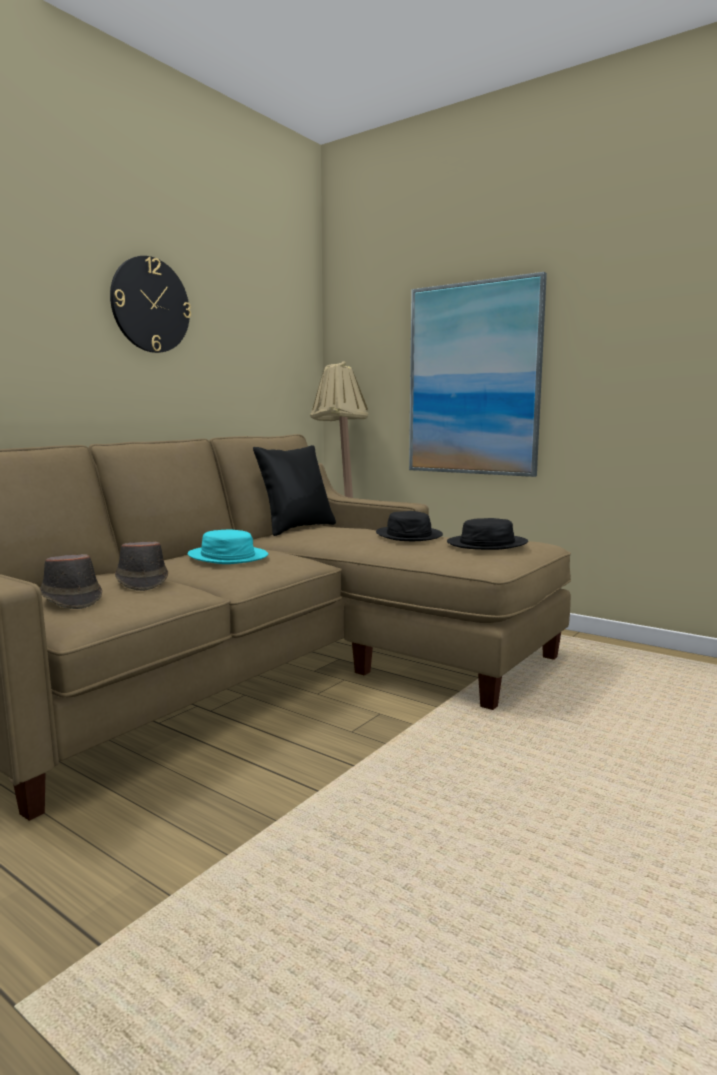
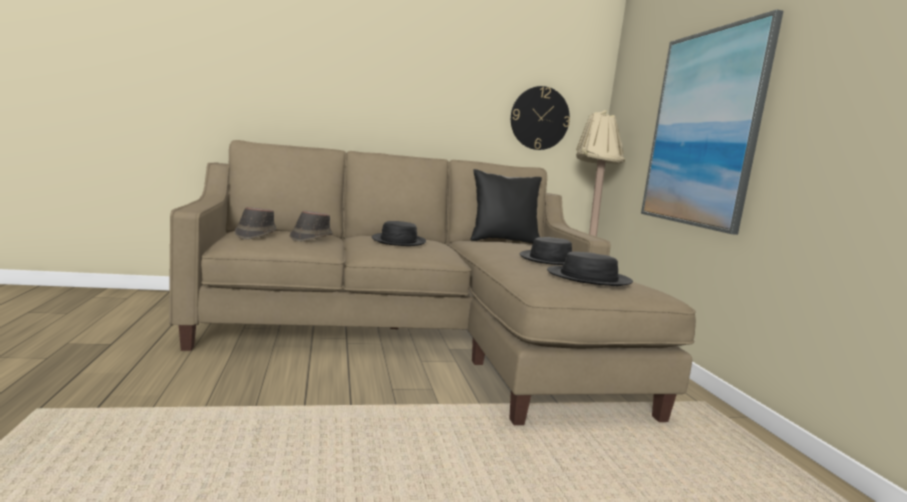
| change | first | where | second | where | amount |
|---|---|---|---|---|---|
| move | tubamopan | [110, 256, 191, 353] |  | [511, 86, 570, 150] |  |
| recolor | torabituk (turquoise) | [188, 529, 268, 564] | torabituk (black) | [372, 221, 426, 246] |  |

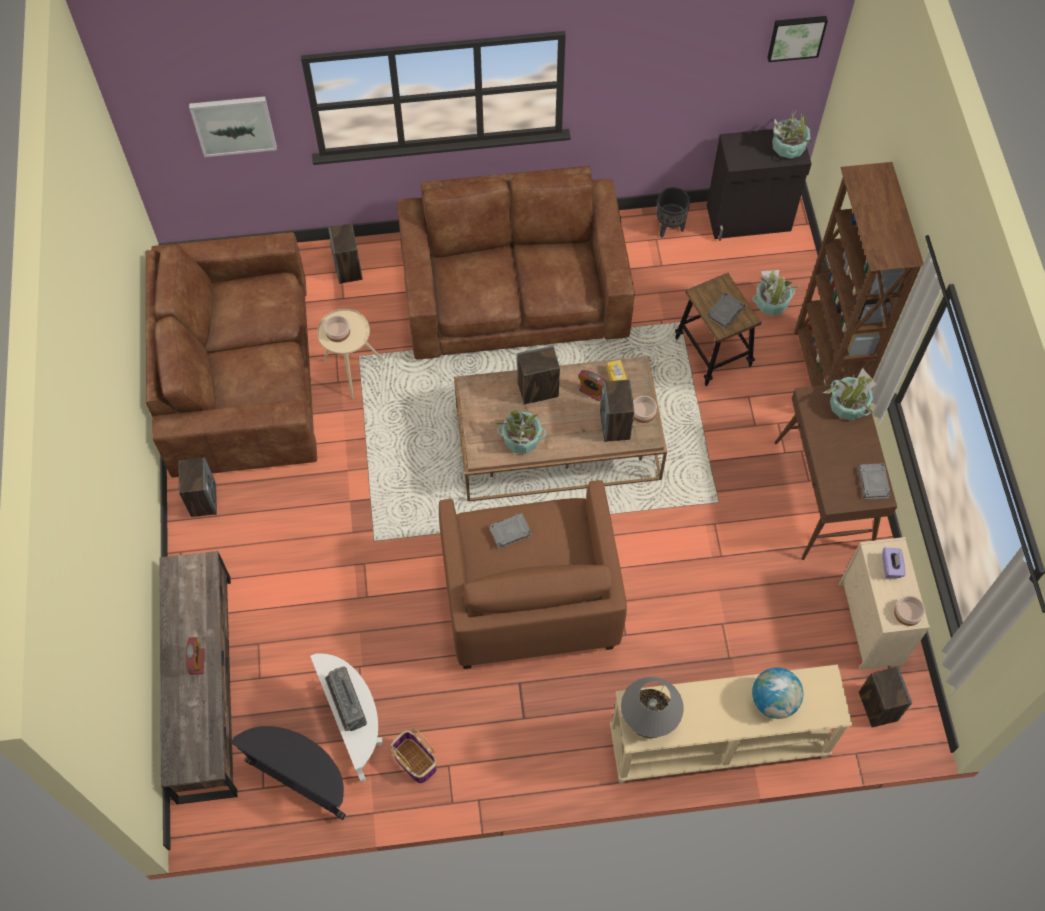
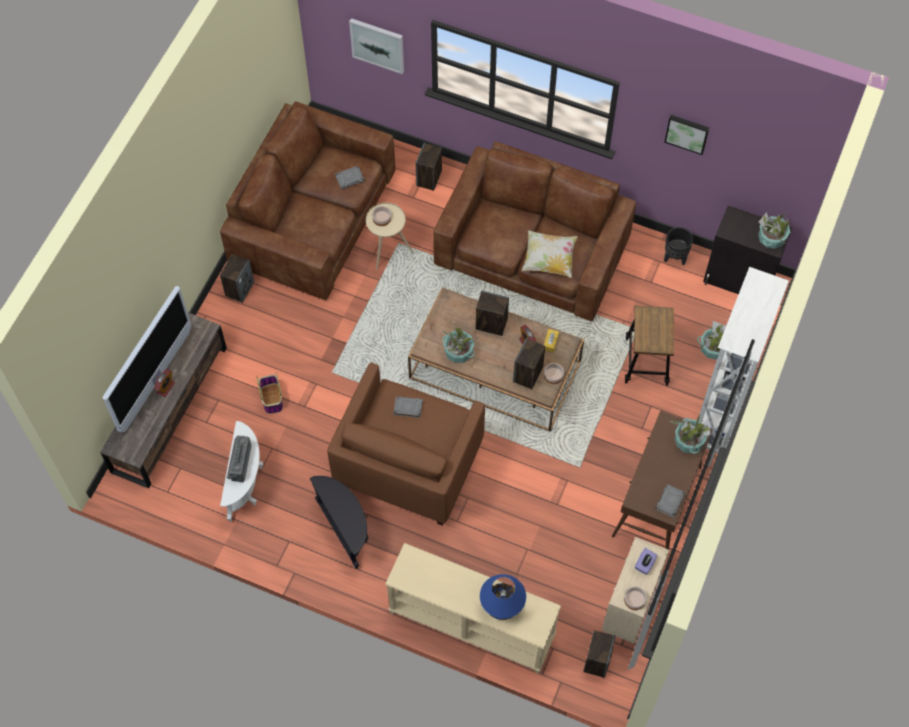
| change | first | where | second | where | amount |
|---|---|---|---|---|---|
| move | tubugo | [767, 16, 828, 62] |  | [664, 115, 709, 155] |  |
| recolor | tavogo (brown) | [794, 162, 924, 386] | tavogo (white) | [699, 267, 789, 453] |  |
| move | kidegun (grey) | [706, 292, 745, 329] |  | [335, 166, 365, 189] |  |
| replace | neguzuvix | [752, 668, 803, 719] | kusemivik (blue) | [480, 574, 526, 620] |  |
| delete | kusemivik (grey) | [621, 677, 684, 738] |  |  |  |
| move | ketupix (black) | [230, 726, 346, 820] |  | [309, 476, 368, 569] |  |
| move | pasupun | [391, 728, 437, 783] |  | [256, 372, 283, 414] |  |
| insert |  |  | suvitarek | [522, 230, 578, 278] |  |
| insert |  |  | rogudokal | [102, 286, 191, 433] |  |

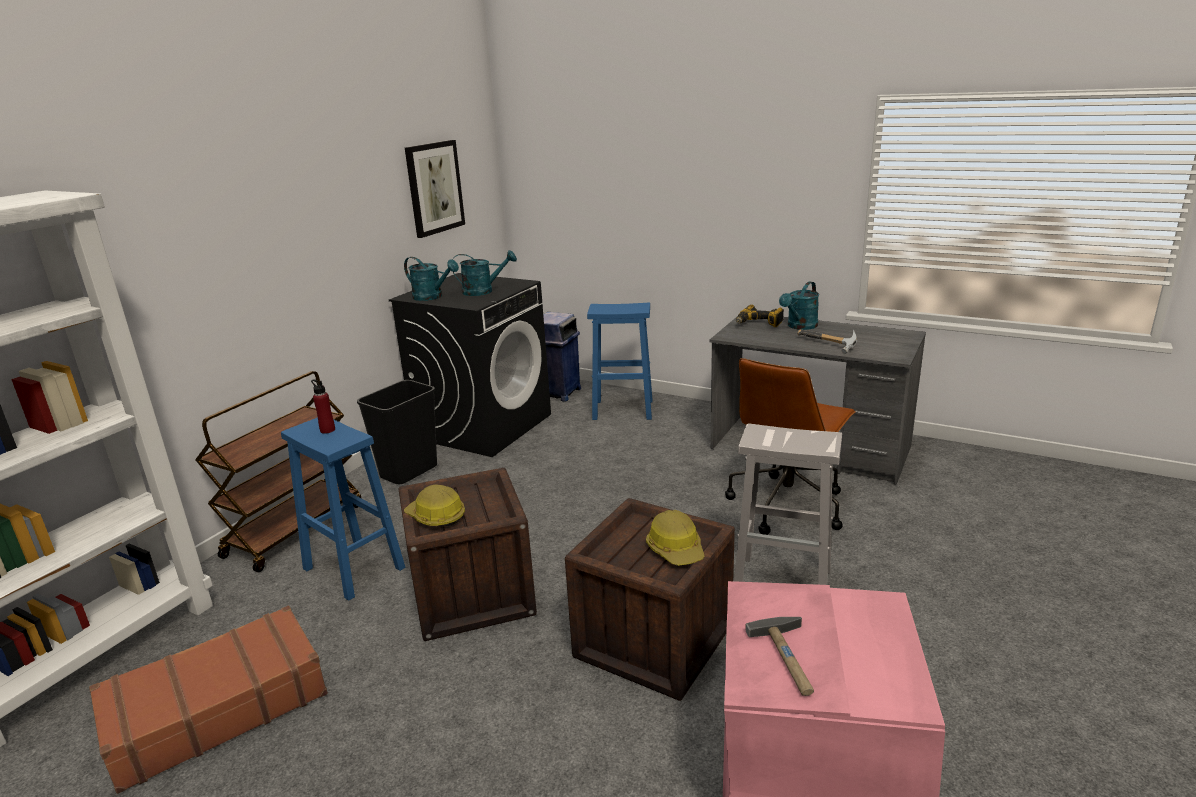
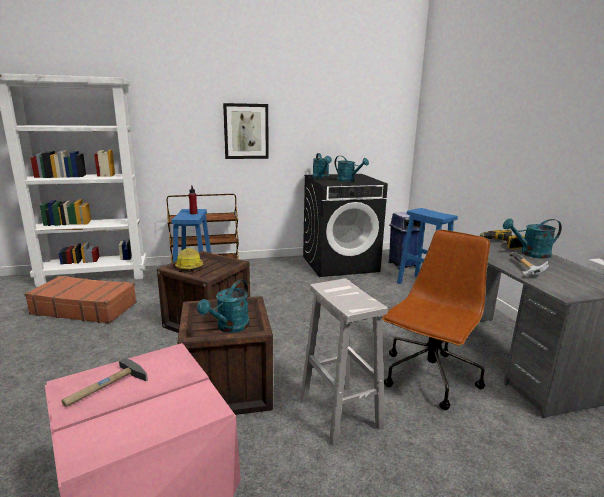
| change | first | where | second | where | amount |
|---|---|---|---|---|---|
| move | tubugo | [405, 140, 465, 238] |  | [223, 103, 269, 159] |  |
| rotate | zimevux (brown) | [725, 358, 856, 535] |  | [382, 230, 490, 410] | 135 degrees clockwise |
| delete | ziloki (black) | [357, 380, 437, 484] |  |  |  |
| replace | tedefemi | [646, 510, 705, 566] | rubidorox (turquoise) | [197, 280, 249, 333] |  |

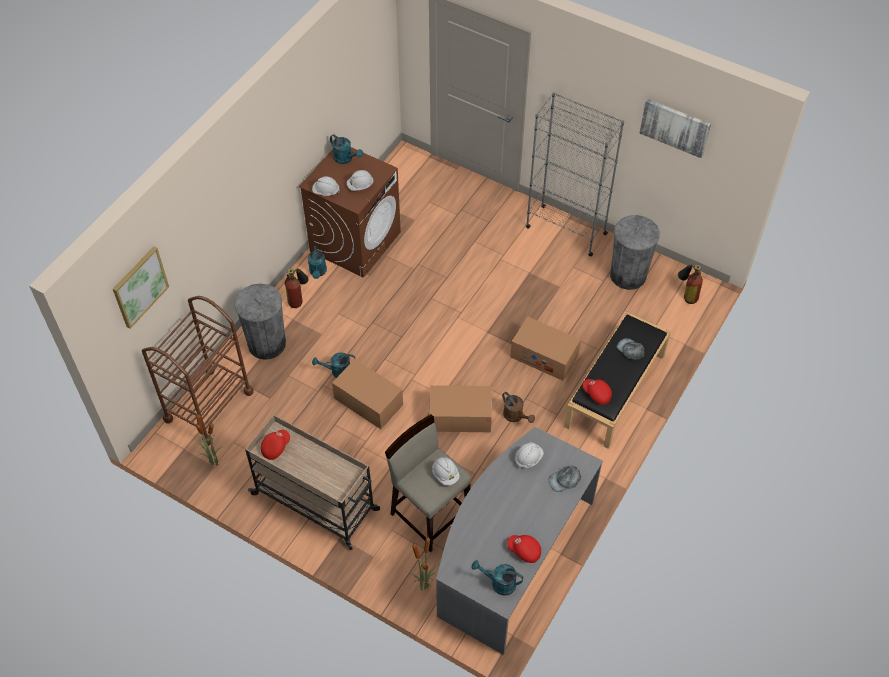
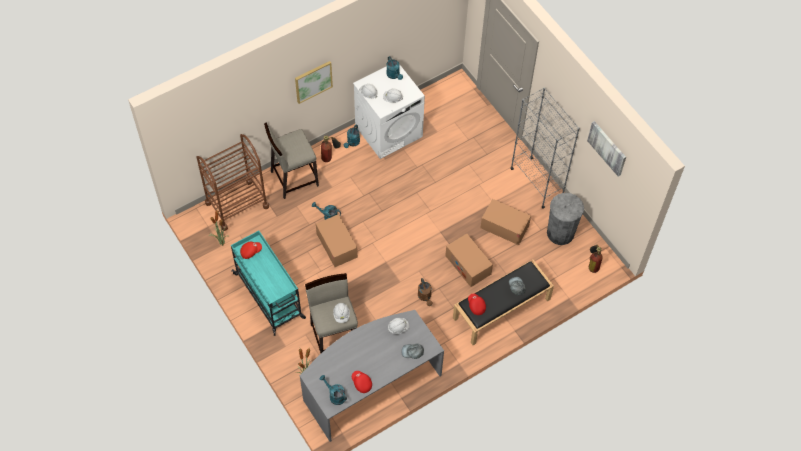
| change | first | where | second | where | amount |
|---|---|---|---|---|---|
| recolor | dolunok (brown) | [299, 147, 401, 278] | dolunok (white) | [353, 65, 425, 159] |  |
| move | tubugo | [113, 247, 169, 329] |  | [295, 61, 333, 104] |  |
| replace | ziloki (grey) | [234, 283, 286, 360] | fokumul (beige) | [264, 122, 319, 199] |  |
| move | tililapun | [429, 385, 492, 432] |  | [480, 199, 531, 245] |  |
| recolor | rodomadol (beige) | [245, 414, 380, 550] | rodomadol (turquoise) | [231, 231, 306, 336] |  |

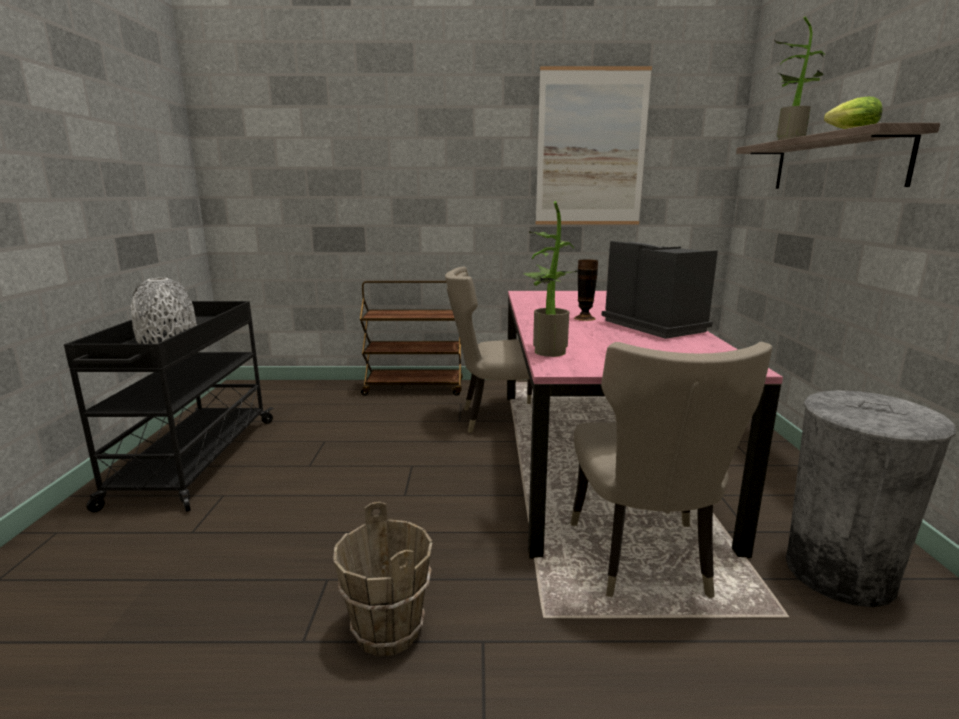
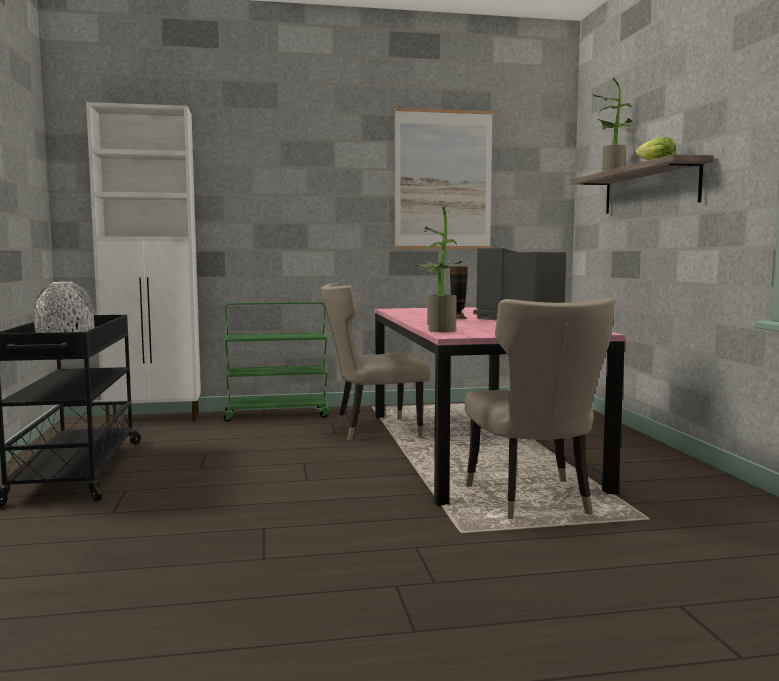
| change | first | where | second | where | amount |
|---|---|---|---|---|---|
| recolor | rodomadol (brown) | [360, 281, 463, 396] | rodomadol (green) | [224, 302, 329, 422] |  |
| delete | ziloki (grey) | [786, 390, 956, 607] |  |  |  |
| delete | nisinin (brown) | [333, 501, 433, 656] |  |  |  |
| insert |  |  | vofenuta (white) | [86, 102, 201, 424] |  |

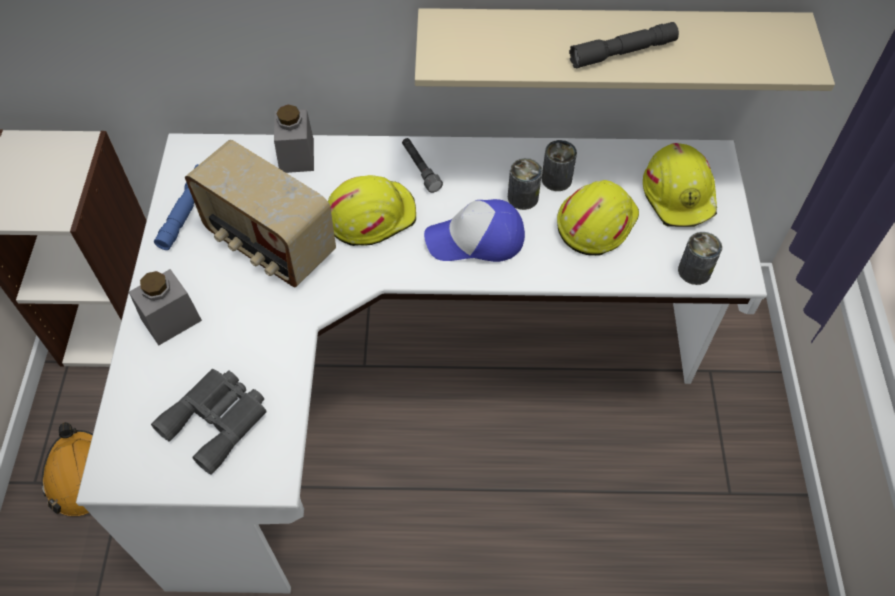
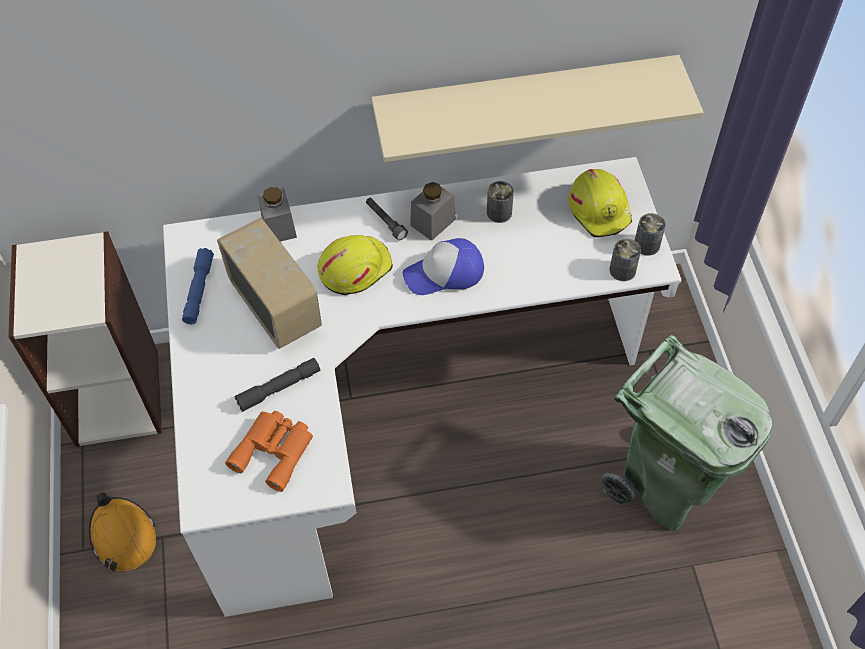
| change | first | where | second | where | amount |
|---|---|---|---|---|---|
| move | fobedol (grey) | [569, 22, 679, 69] |  | [234, 358, 320, 412] |  |
| rotate | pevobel | [185, 140, 336, 287] |  | [217, 218, 322, 349] | 150 degrees counterclockwise |
| move | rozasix | [508, 158, 542, 210] |  | [635, 213, 666, 256] |  |
| delete | tedefemi (yellow) | [557, 180, 639, 256] |  |  |  |
| move | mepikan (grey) | [129, 269, 202, 346] |  | [410, 182, 456, 241] |  |
| recolor | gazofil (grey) | [151, 369, 267, 475] | gazofil (orange) | [225, 411, 313, 492] |  |
| insert |  |  | ziloki (green) | [601, 335, 772, 531] |  |

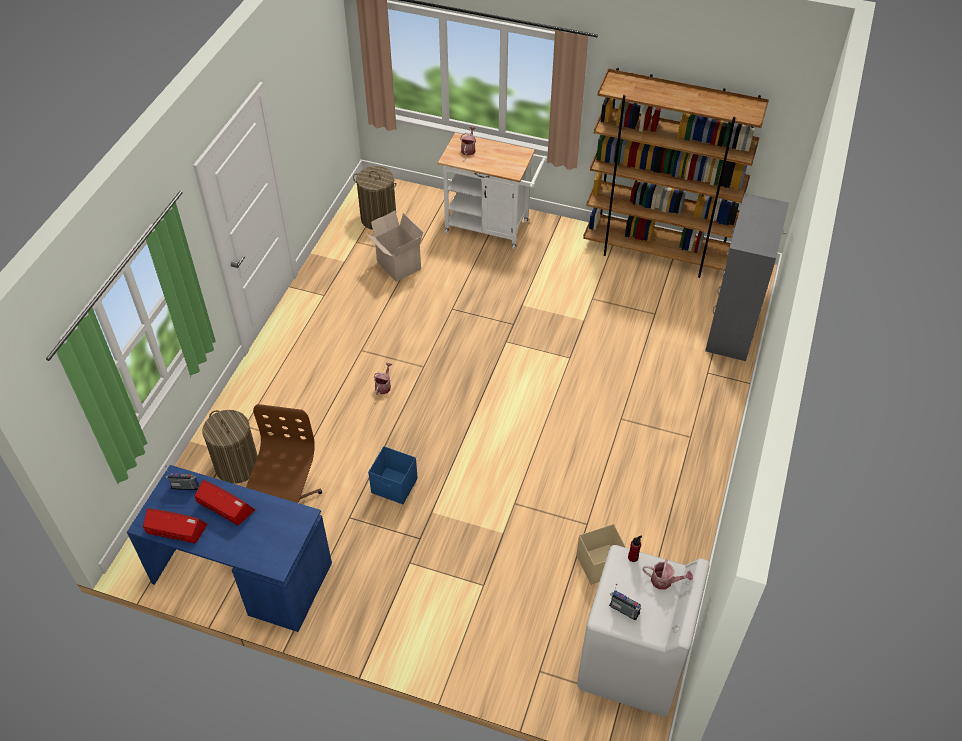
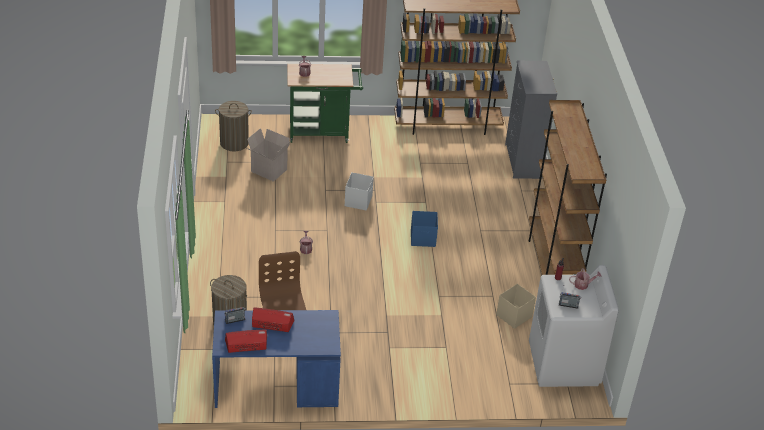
| change | first | where | second | where | amount |
|---|---|---|---|---|---|
| recolor | rodomadol (white) | [438, 133, 547, 249] | rodomadol (green) | [287, 64, 363, 143] |  |
| move | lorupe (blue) | [368, 446, 418, 504] |  | [411, 211, 438, 247] |  |
| insert |  |  | tavogo (brown) | [529, 100, 607, 275] |  |
| insert |  |  | lorupe (white) | [345, 172, 374, 210] |  |

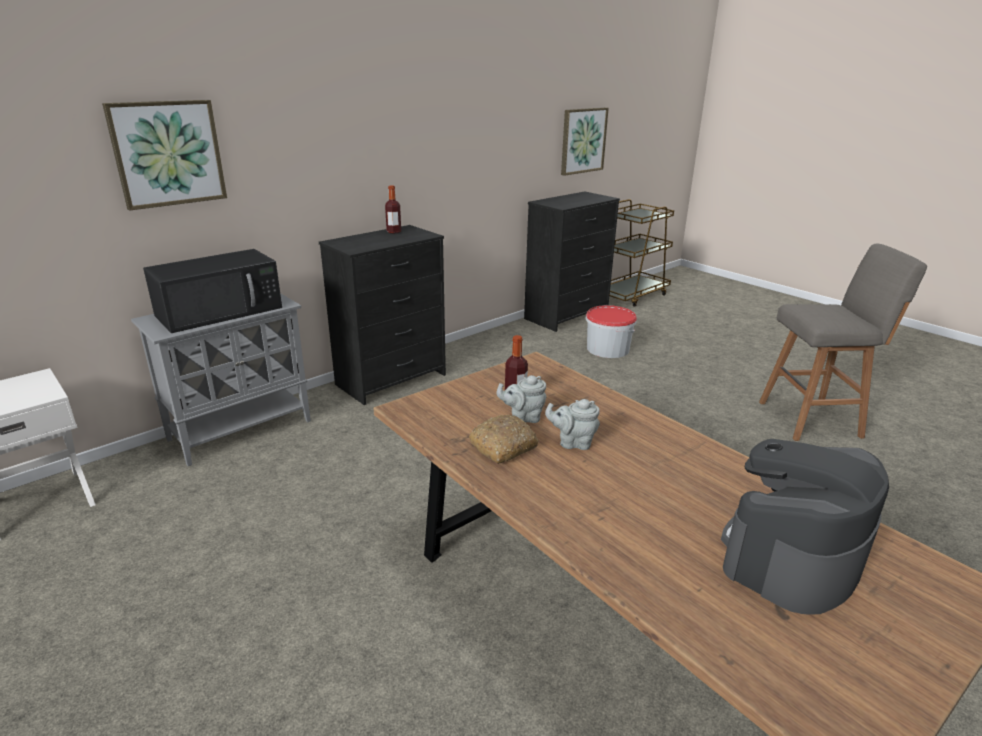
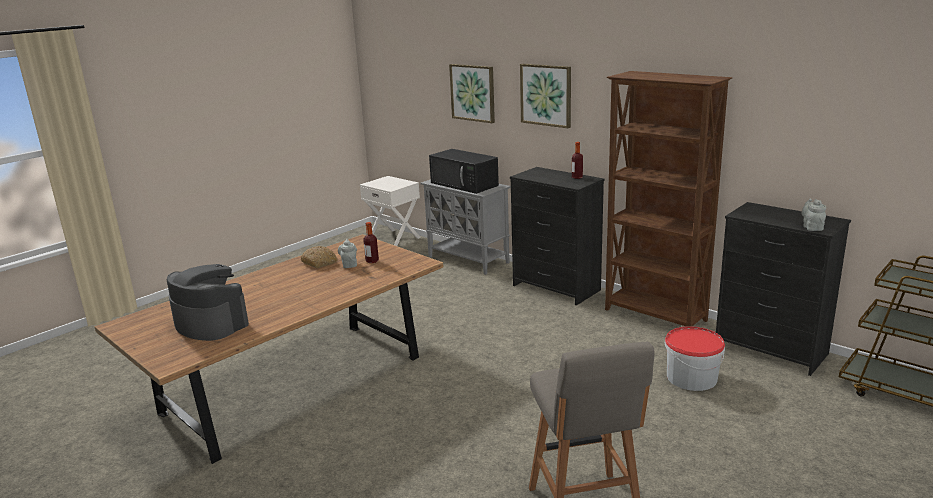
| change | first | where | second | where | amount |
|---|---|---|---|---|---|
| move | tubugo | [561, 107, 609, 176] |  | [520, 64, 571, 128] |  |
| move | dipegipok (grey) | [545, 399, 600, 450] |  | [802, 199, 826, 231] |  |
| insert |  |  | tavogo (brown) | [605, 71, 732, 327] |  |

